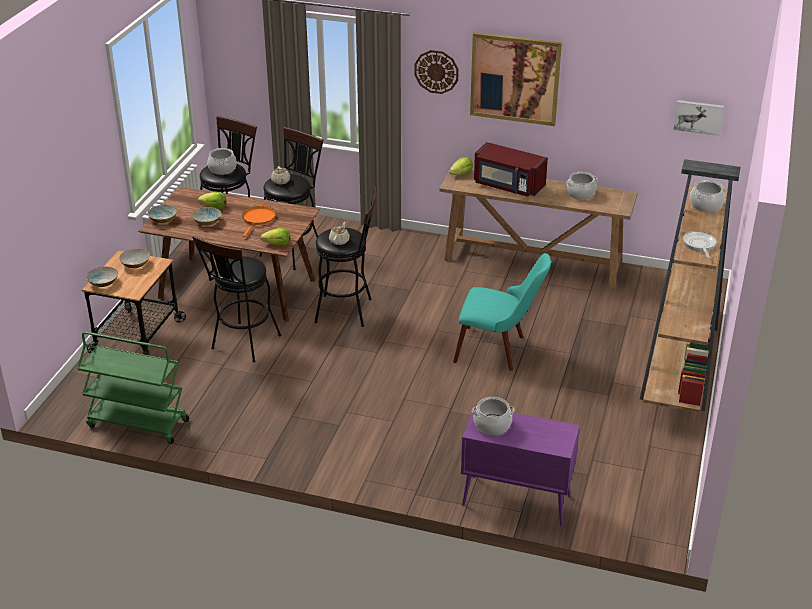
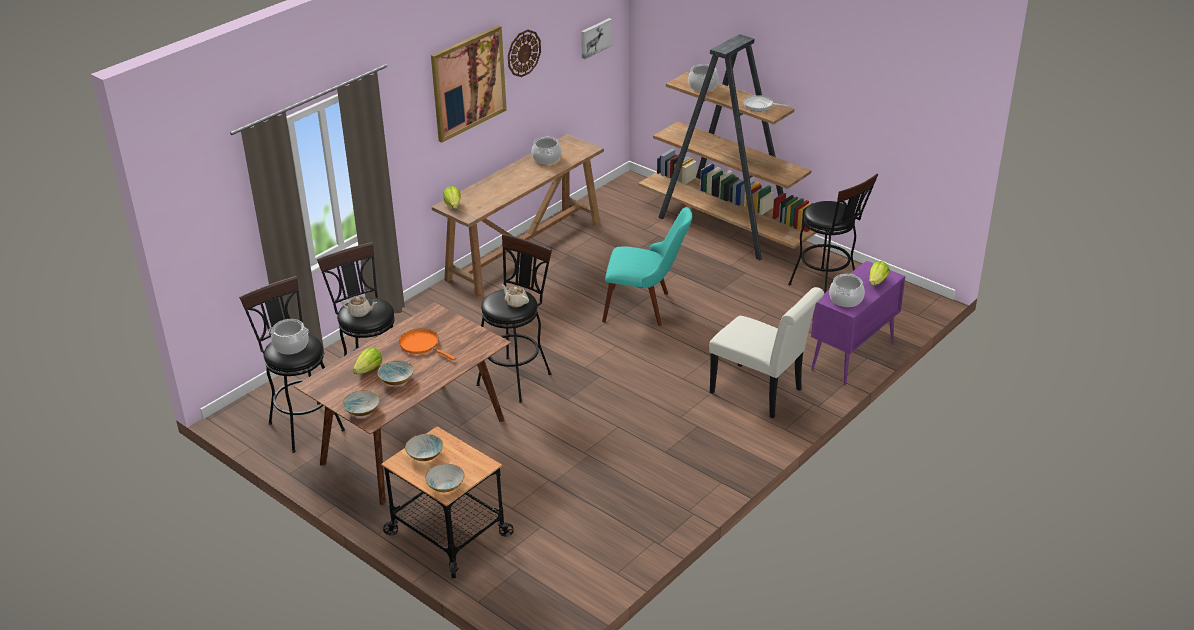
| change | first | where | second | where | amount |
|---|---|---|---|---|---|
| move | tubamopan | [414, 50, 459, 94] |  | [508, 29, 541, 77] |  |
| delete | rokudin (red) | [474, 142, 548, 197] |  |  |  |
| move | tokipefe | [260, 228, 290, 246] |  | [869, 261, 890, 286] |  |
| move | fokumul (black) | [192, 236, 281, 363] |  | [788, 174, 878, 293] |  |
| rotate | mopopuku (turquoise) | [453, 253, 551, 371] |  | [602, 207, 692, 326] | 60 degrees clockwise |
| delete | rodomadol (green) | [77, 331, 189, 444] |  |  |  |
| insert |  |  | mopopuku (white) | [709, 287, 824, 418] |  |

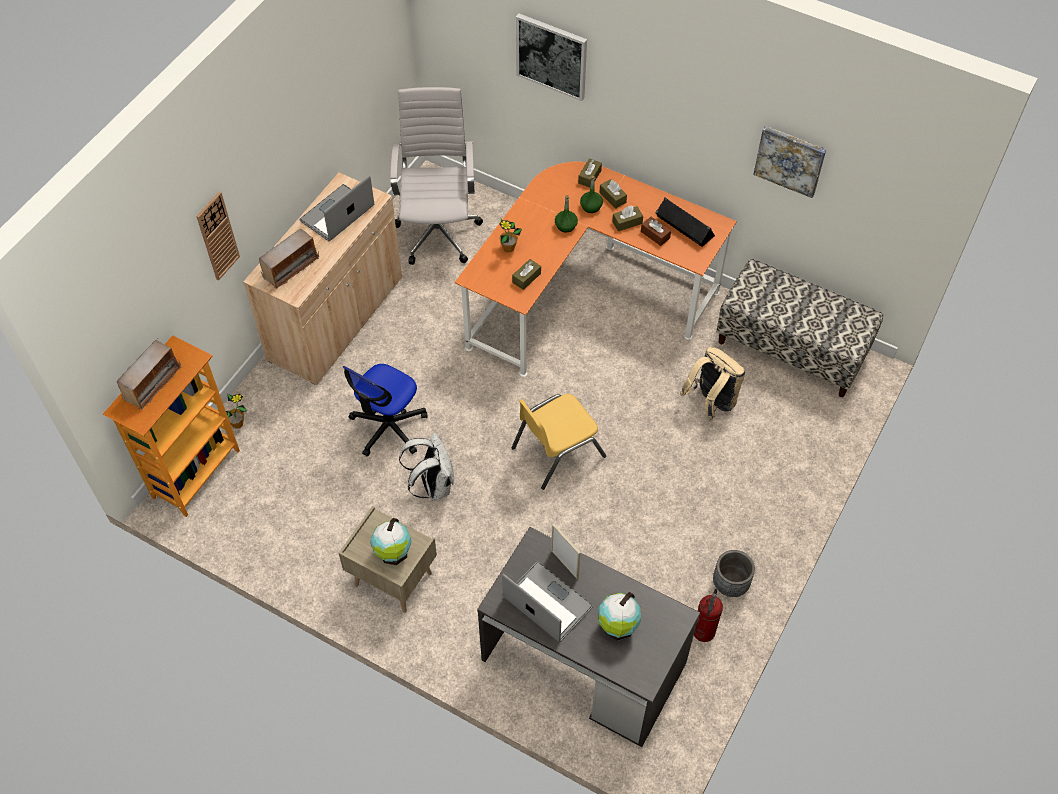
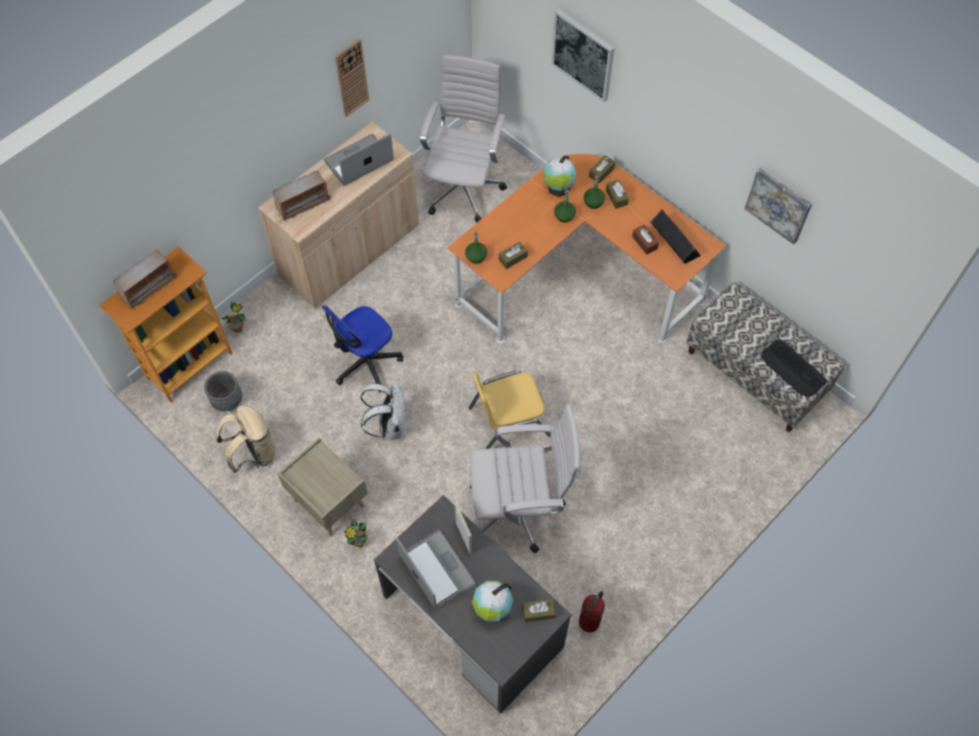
| change | first | where | second | where | amount |
|---|---|---|---|---|---|
| move | tubamopan | [196, 192, 240, 281] |  | [335, 39, 369, 117] |  |
| move | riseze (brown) | [612, 206, 643, 231] |  | [522, 599, 555, 622] |  |
| move | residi | [499, 219, 522, 252] |  | [344, 519, 367, 547] |  |
| move | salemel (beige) | [680, 347, 746, 420] |  | [216, 405, 275, 473] |  |
| move | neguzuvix | [370, 518, 412, 565] |  | [543, 155, 576, 197] |  |
| move | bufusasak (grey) | [713, 550, 755, 597] |  | [204, 371, 242, 412] |  |
| insert |  |  | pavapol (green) | [465, 231, 487, 264] |  |
| insert |  |  | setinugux | [761, 339, 826, 397] |  |
| insert |  |  | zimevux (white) | [470, 404, 580, 553] |  |

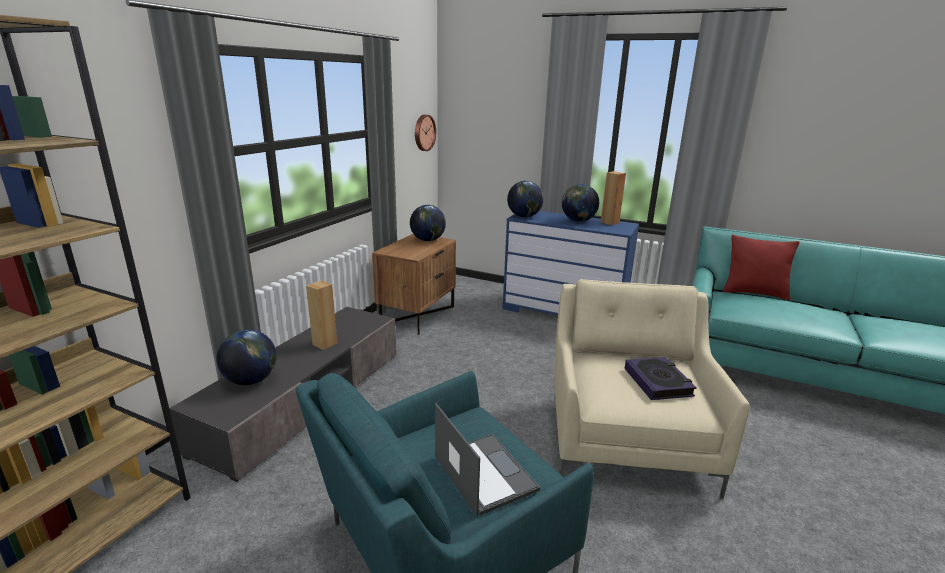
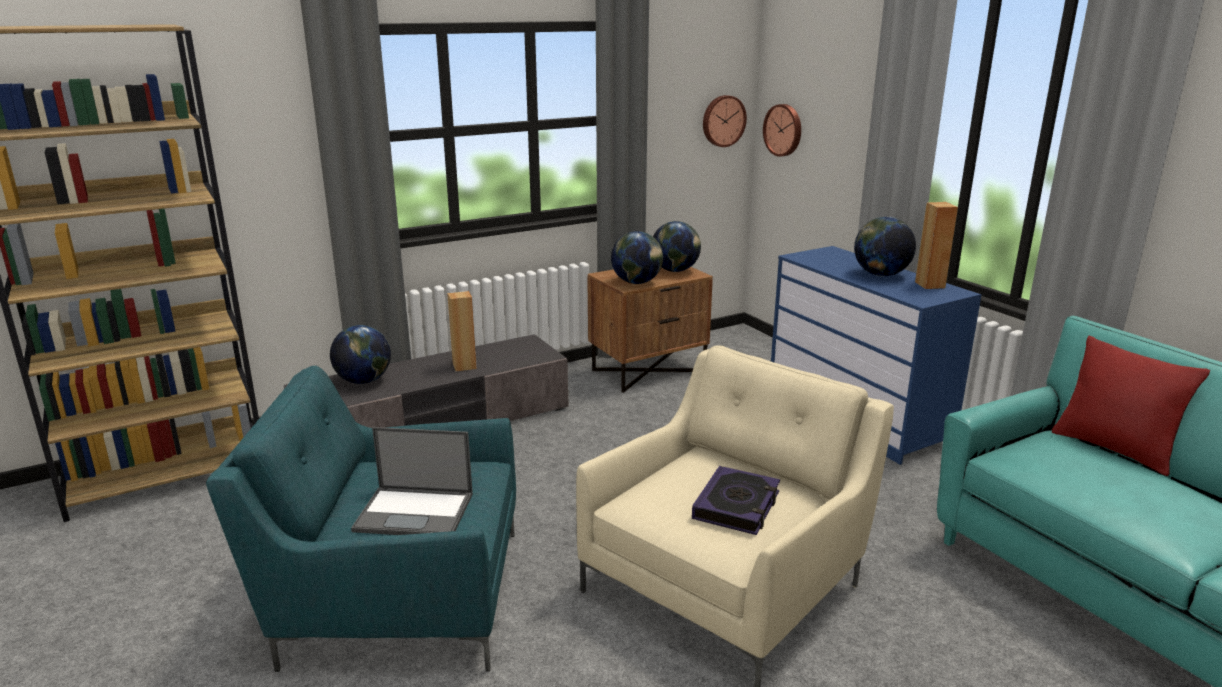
| change | first | where | second | where | amount |
|---|---|---|---|---|---|
| move | neguzuvix | [507, 181, 544, 218] |  | [611, 231, 663, 284] |  |
| rotate | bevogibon | [435, 403, 540, 517] |  | [351, 427, 473, 535] | 90 degrees clockwise |
| insert |  |  | tubamopan | [763, 104, 801, 157] |  |

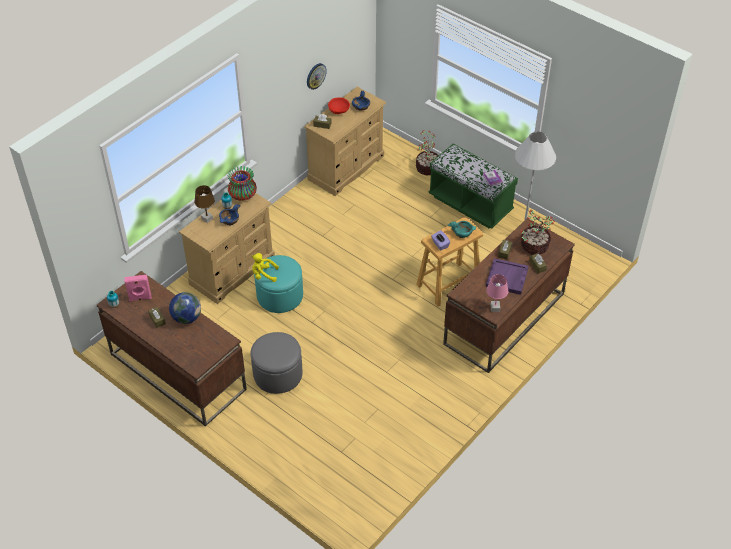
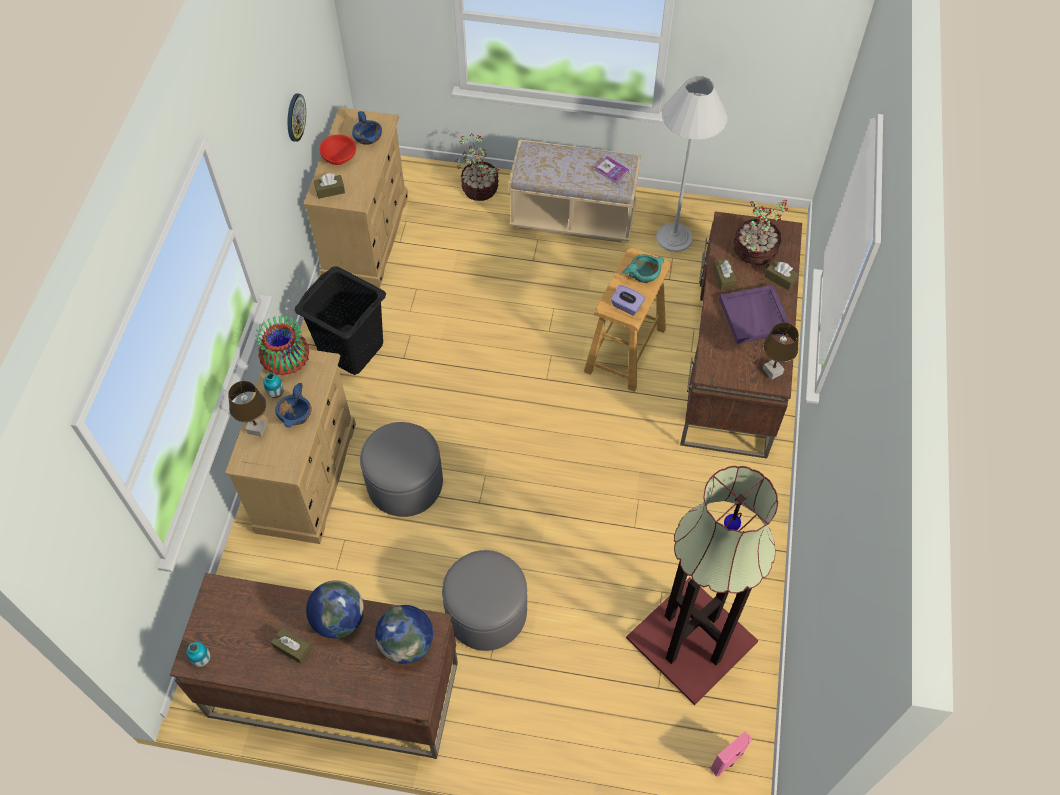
| change | first | where | second | where | amount |
|---|---|---|---|---|---|
| recolor | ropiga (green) | [428, 144, 518, 229] | ropiga (beige) | [508, 139, 641, 243] |  |
| delete | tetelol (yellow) | [252, 253, 279, 282] |  |  |  |
| recolor | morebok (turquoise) | [254, 255, 303, 313] | morebok (grey) | [360, 422, 443, 517] |  |
| recolor | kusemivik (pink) | [486, 274, 508, 312] | kusemivik (brown) | [763, 322, 799, 380] |  |
| move | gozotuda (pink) | [124, 275, 152, 301] |  | [710, 731, 752, 776] |  |
| insert |  |  | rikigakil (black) | [295, 266, 386, 375] |  |
| insert |  |  | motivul | [626, 466, 778, 705] |  |
| insert |  |  | neguzuvix | [375, 605, 433, 664] |  |

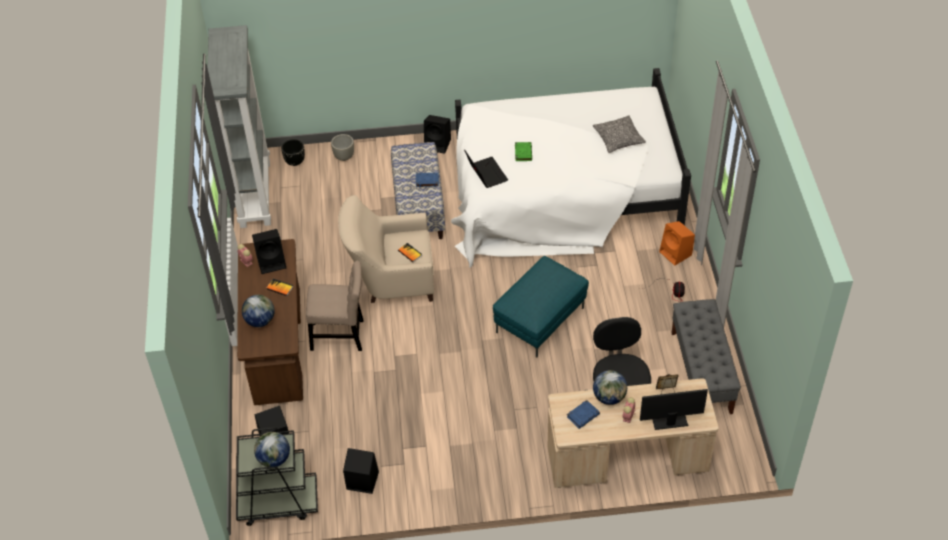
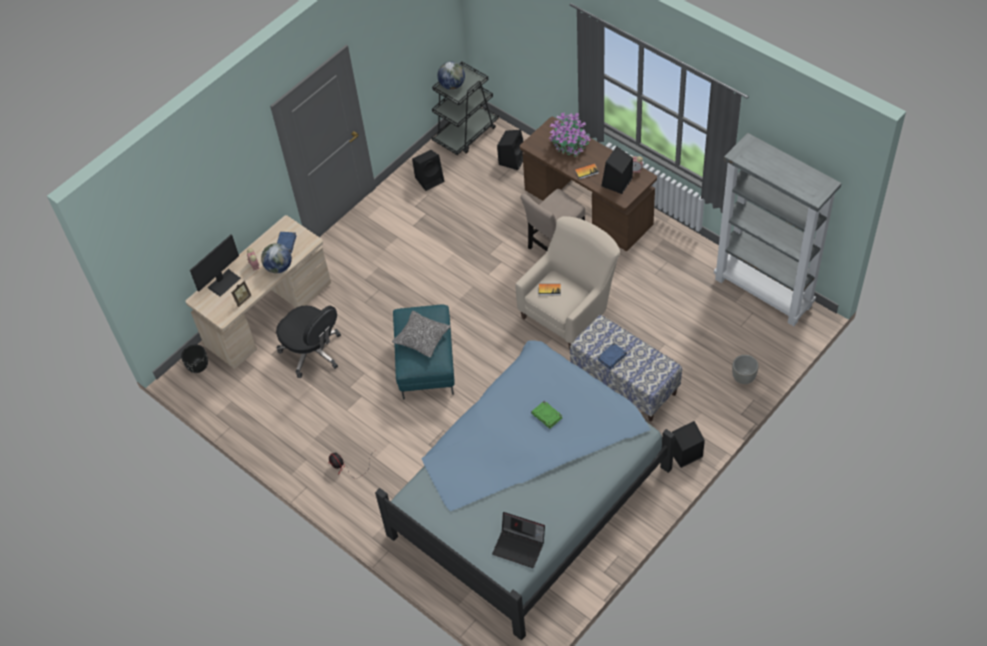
| change | first | where | second | where | amount |
|---|---|---|---|---|---|
| recolor | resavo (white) | [451, 68, 691, 268] | resavo (blue) | [375, 340, 675, 640] |  |
| move | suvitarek | [593, 116, 646, 153] |  | [392, 311, 451, 357] |  |
| move | bufusasak (black) | [281, 139, 305, 166] |  | [181, 344, 208, 373] |  |
| move | bevogibon | [464, 150, 508, 188] |  | [492, 512, 545, 568] |  |
| delete | gozotuda (orange) | [659, 221, 695, 266] |  |  |  |
| replace | neguzuvix | [242, 295, 275, 327] | residi | [549, 112, 591, 157] |  |
| delete | ropiga (grey) | [671, 299, 741, 414] |  |  |  |

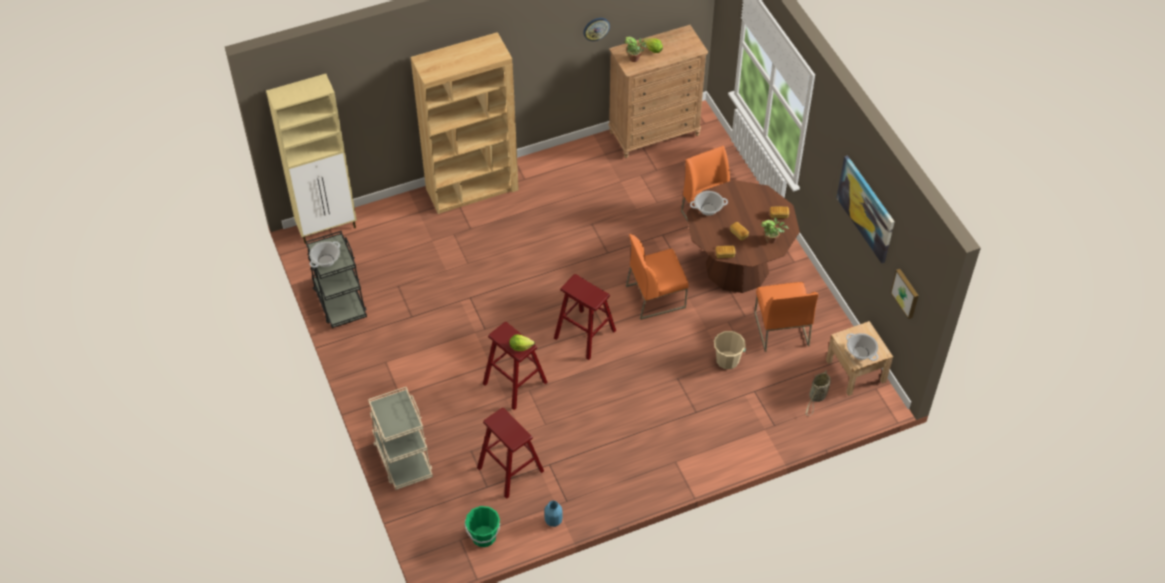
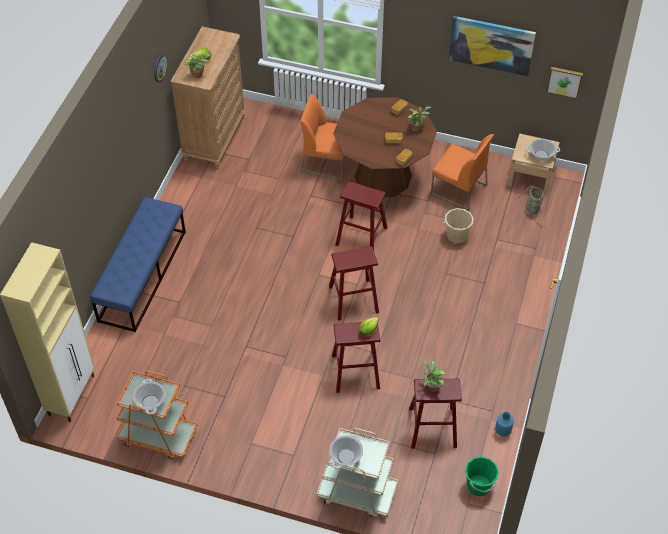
| change | first | where | second | where | amount |
|---|---|---|---|---|---|
| replace | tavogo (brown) | [410, 32, 519, 214] | ropiga (blue) | [90, 197, 186, 332] |  |
| move | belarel | [690, 191, 728, 216] |  | [329, 434, 363, 469] |  |
| recolor | rodomadol (black) | [306, 231, 367, 328] | rodomadol (orange) | [117, 371, 198, 459] |  |
| replace | mopopuku (orange) | [626, 234, 689, 320] | fokumul (red) | [335, 181, 388, 250] |  |
| insert |  |  | residi | [422, 360, 446, 392] |  |

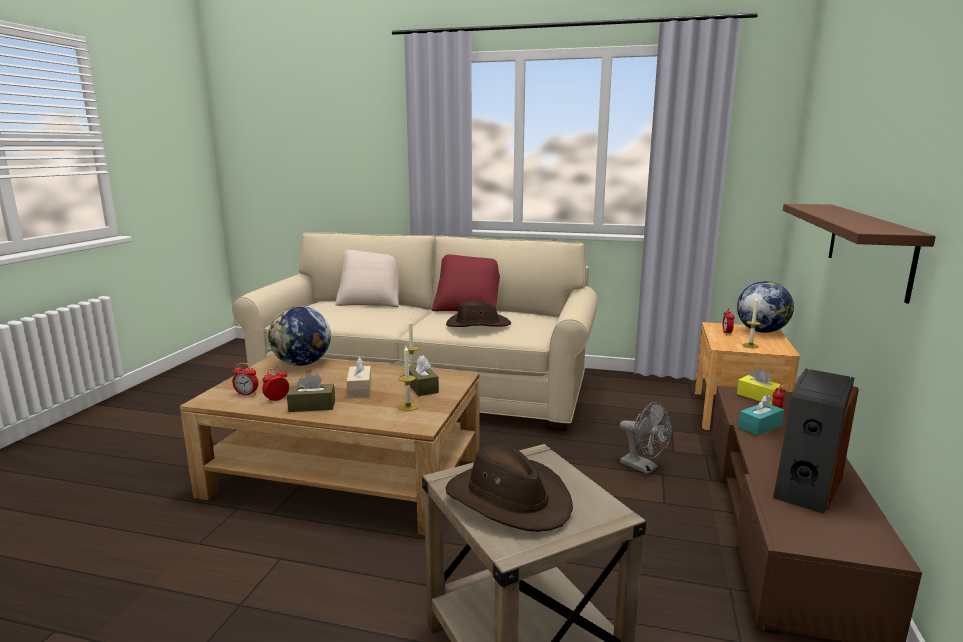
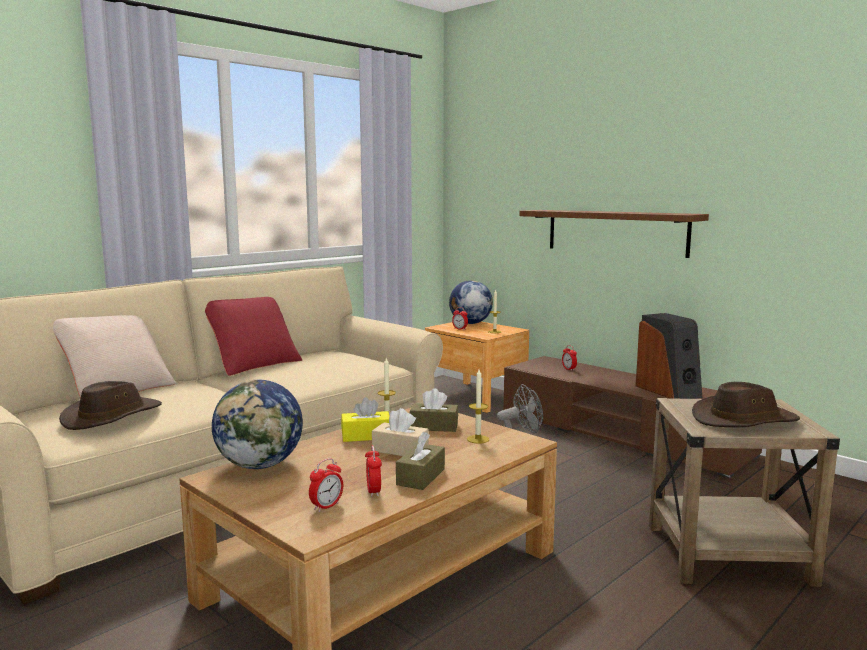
| change | first | where | second | where | amount |
|---|---|---|---|---|---|
| move | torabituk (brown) | [446, 301, 511, 327] |  | [59, 381, 162, 430] |  |
| move | riseze (yellow) | [737, 368, 783, 405] |  | [341, 397, 390, 442] |  |
| delete | riseze (turquoise) | [738, 395, 784, 436] |  |  |  |

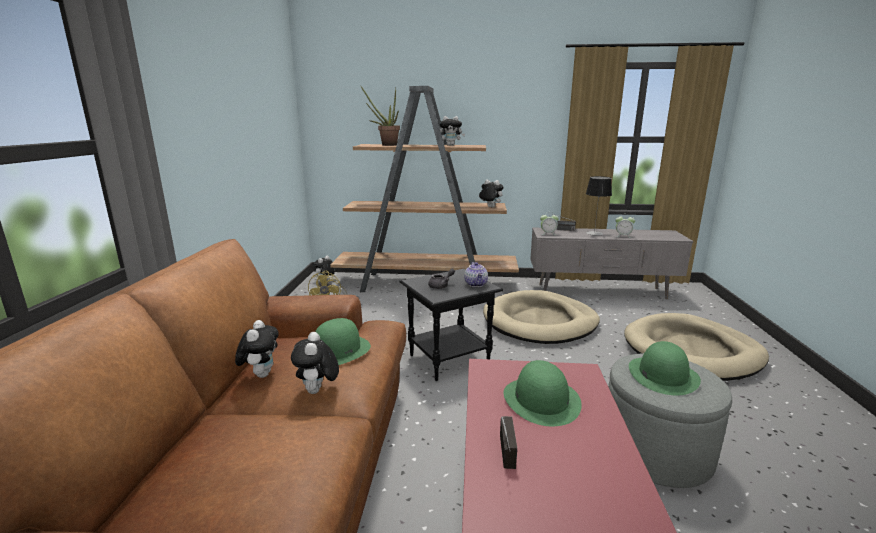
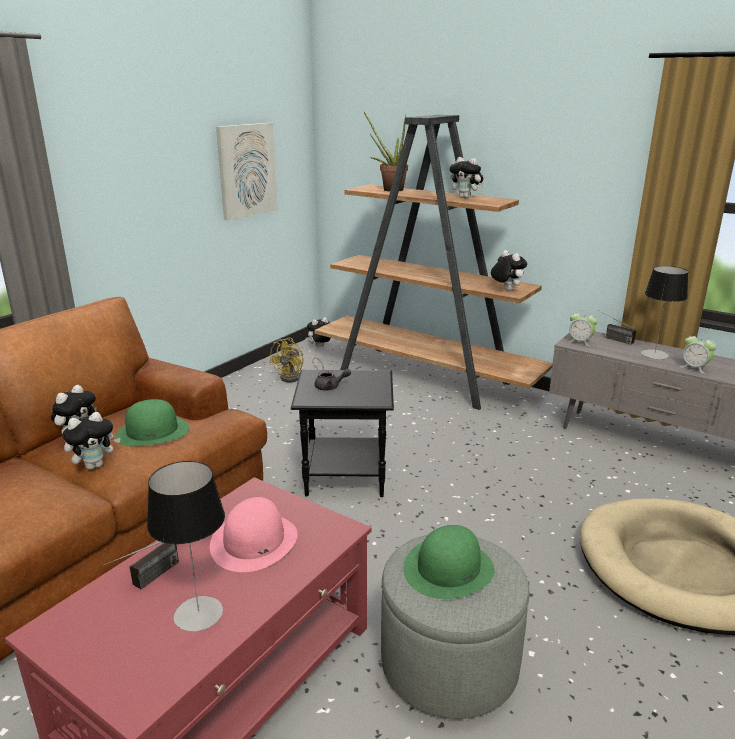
| change | first | where | second | where | amount |
|---|---|---|---|---|---|
| delete | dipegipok | [464, 262, 488, 287] |  |  |  |
| delete | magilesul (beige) | [483, 290, 600, 344] |  |  |  |
| rotate | tetelol | [291, 332, 339, 394] |  | [62, 412, 120, 470] | 150 degrees counterclockwise |
| recolor | torabituk (green) | [503, 360, 582, 426] | torabituk (pink) | [210, 497, 298, 572] |  |
| insert |  |  | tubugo | [216, 123, 278, 221] |  |
| insert |  |  | kusemivik | [147, 461, 225, 632] |  |

